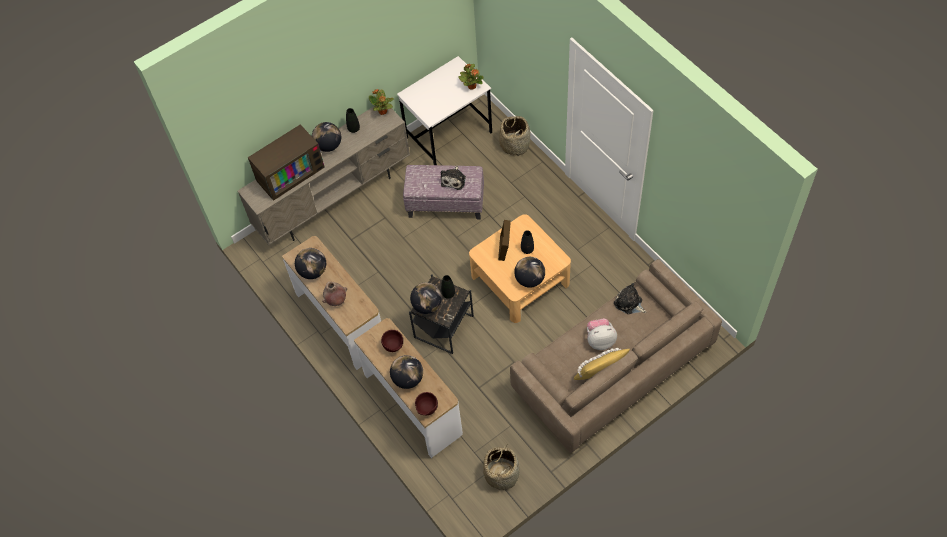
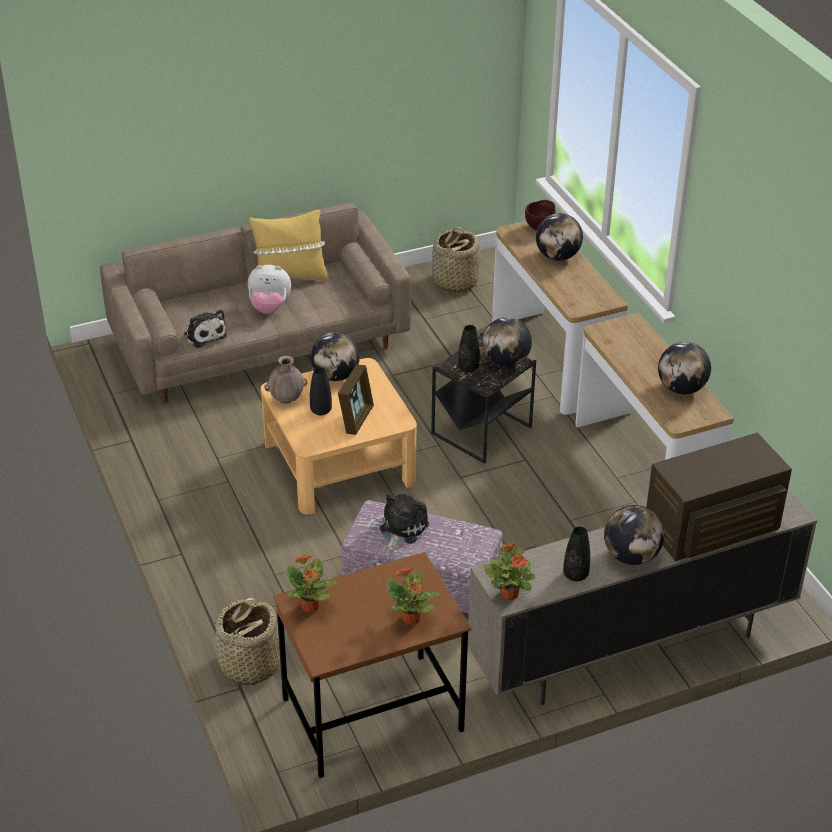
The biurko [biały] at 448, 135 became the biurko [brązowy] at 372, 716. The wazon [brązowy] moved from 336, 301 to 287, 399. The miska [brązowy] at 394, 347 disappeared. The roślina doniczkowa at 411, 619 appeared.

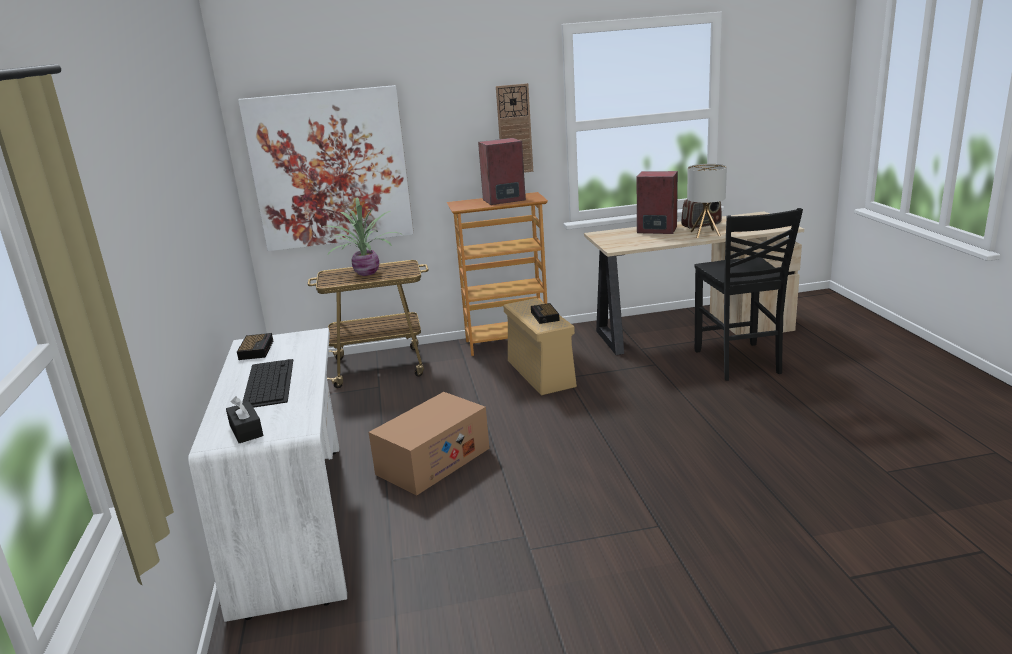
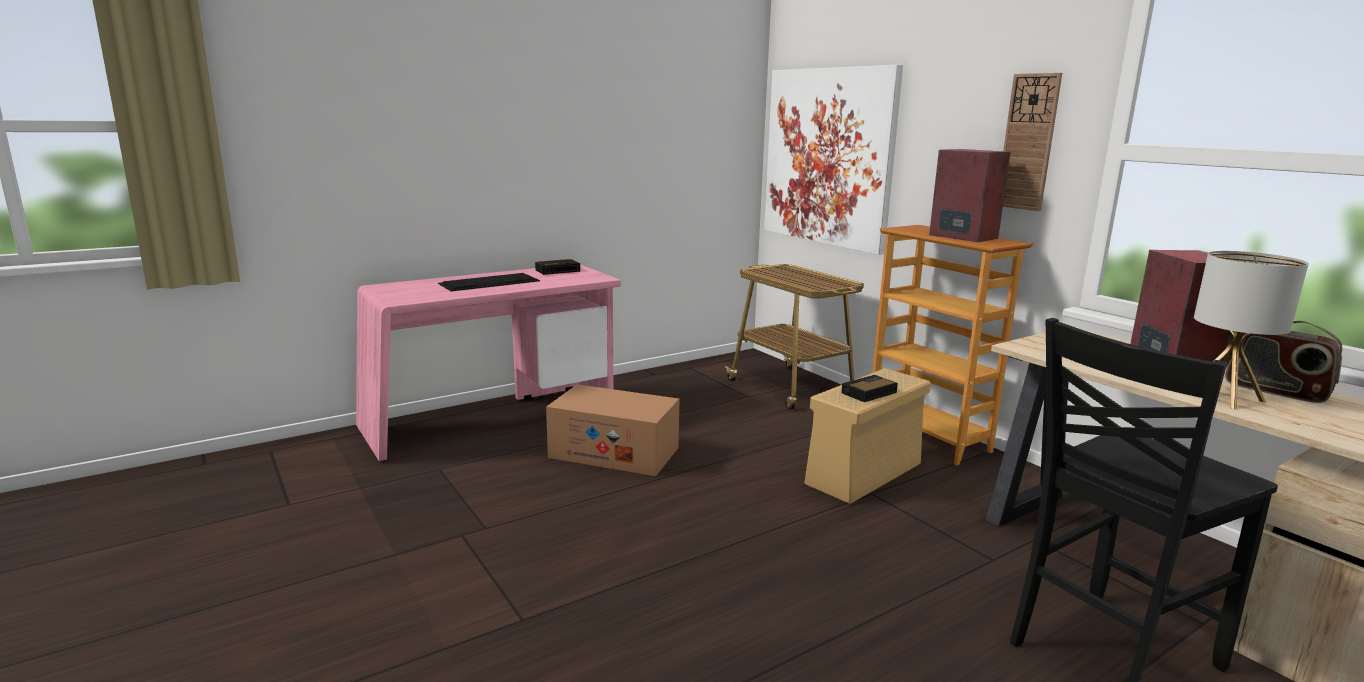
The roślina doniczkowa at 365, 273 disappeared. The biurko [biały] at 297, 521 became the biurko [różowy] at 493, 418. The pudełko chusteczek [czarny] at 246, 430 disappeared.

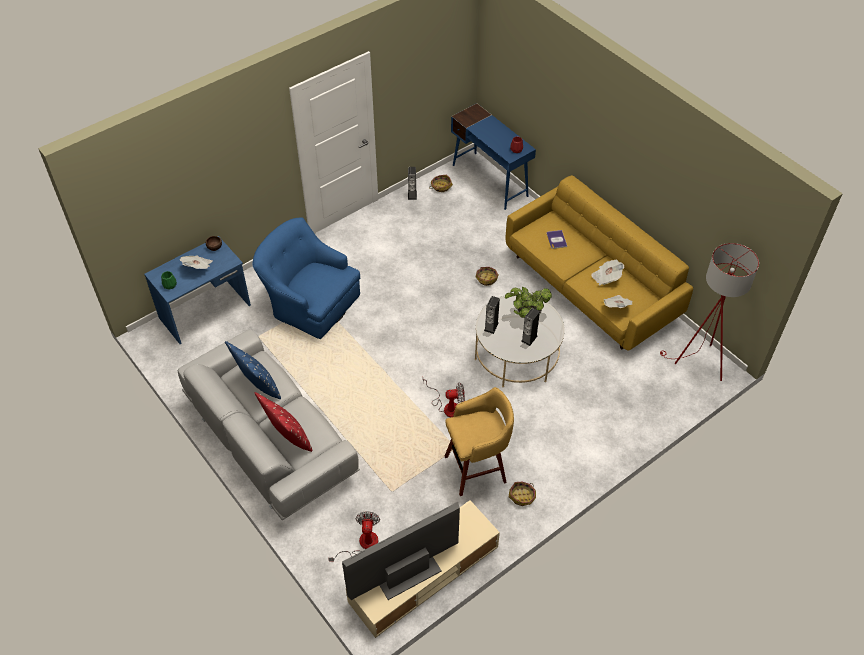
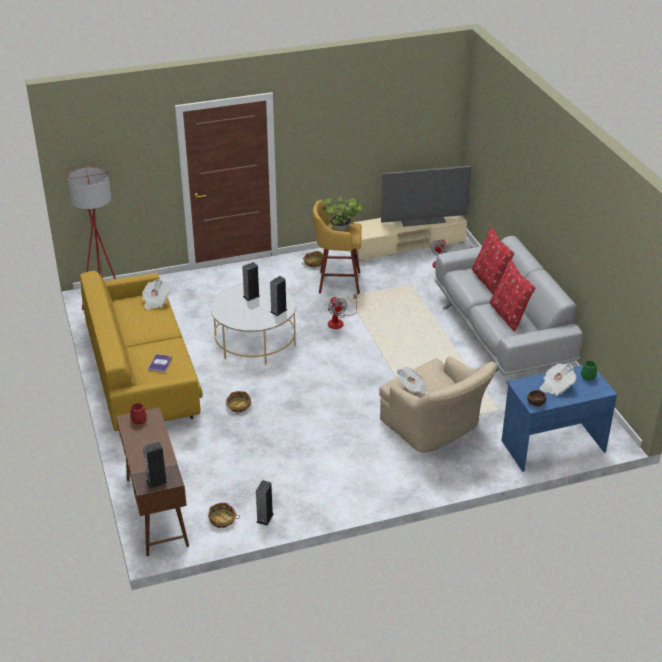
The biurko [niebieski] at 490, 180 became the biurko [brązowy] at 156, 511. The fotel [niebieski] at 310, 303 became the fotel [beżowy] at 435, 428. The gazeta moved from 606, 277 to 412, 388. The roślina doniczkowa moved from 526, 314 to 342, 228. The poduszka [niebieski] at 258, 385 became the poduszka [czerwony] at 508, 315. The wentylator at 447, 406 turned 120 degrees counterclockwise. The głośnik at 157, 481 appeared.

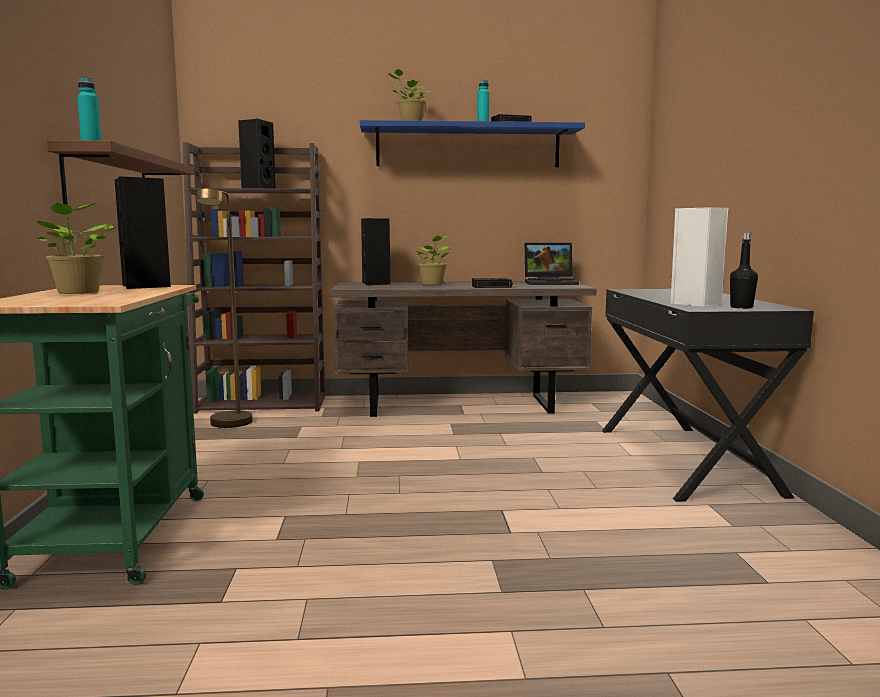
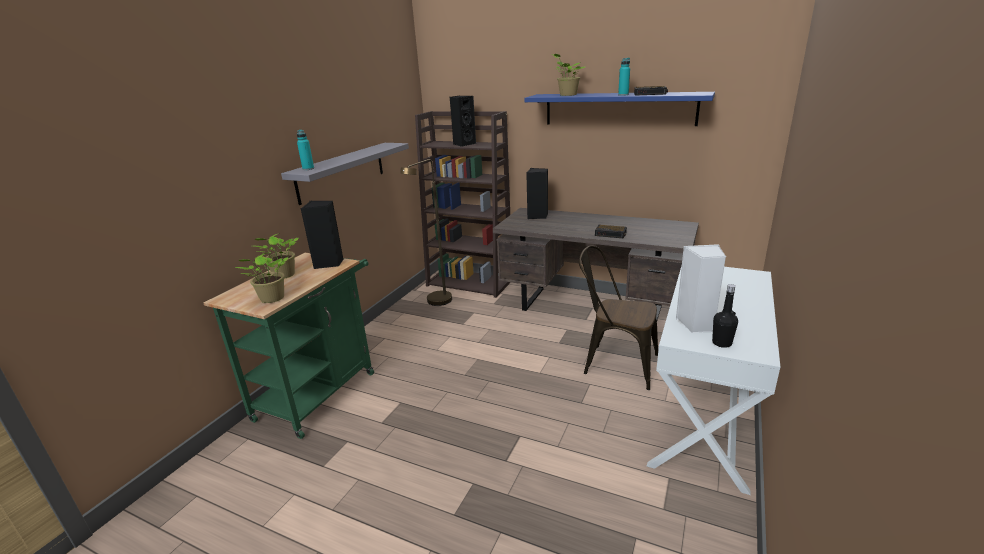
The półka [brązowy] at 108, 182 became the półka [szary] at 341, 172. The roślina doniczkowa moved from 433, 284 to 271, 299. The laptop at 551, 283 disappeared. The biurko [czarny] at 686, 460 became the biurko [biały] at 704, 418. The krzesło [brązowy] at 614, 363 appeared.

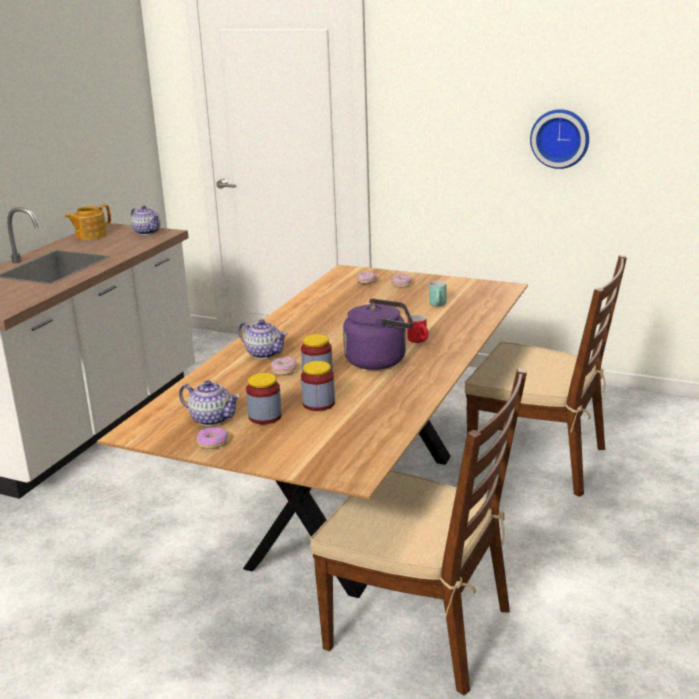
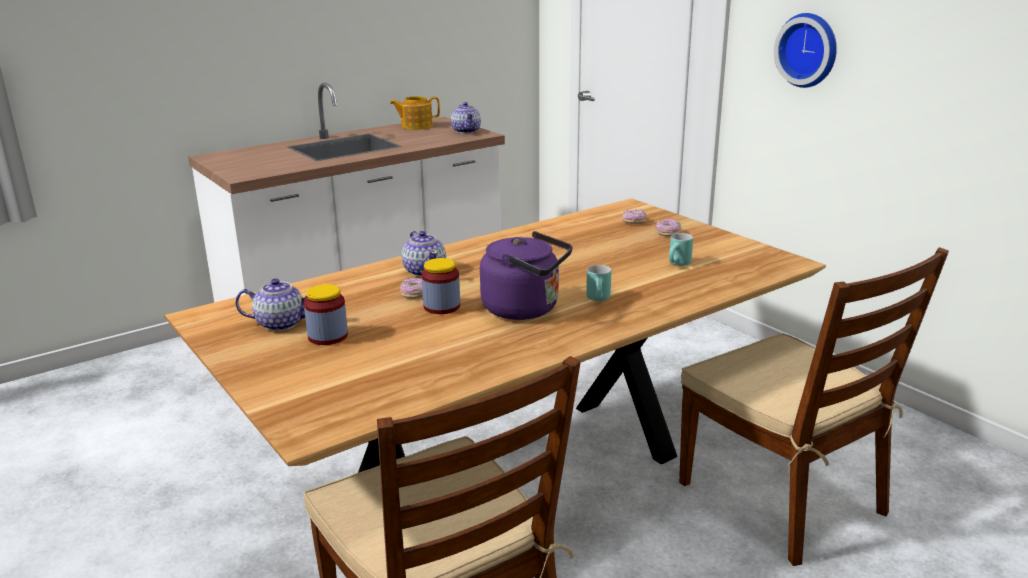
The zegar ścienny moved from 560, 138 to 809, 50. The kubek [czerwony] at 420, 341 became the kubek [turkusowy] at 600, 300. The słoik at 318, 403 disappeared. The imbryk at 211, 419 turned 60 degrees counterclockwise. The donut at 212, 442 disappeared.

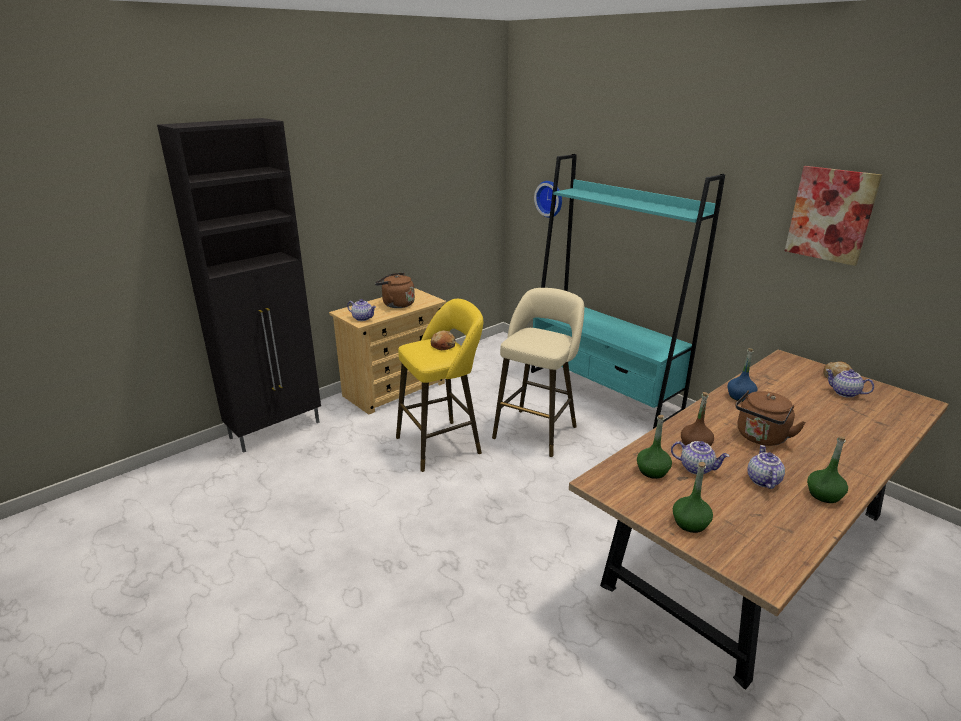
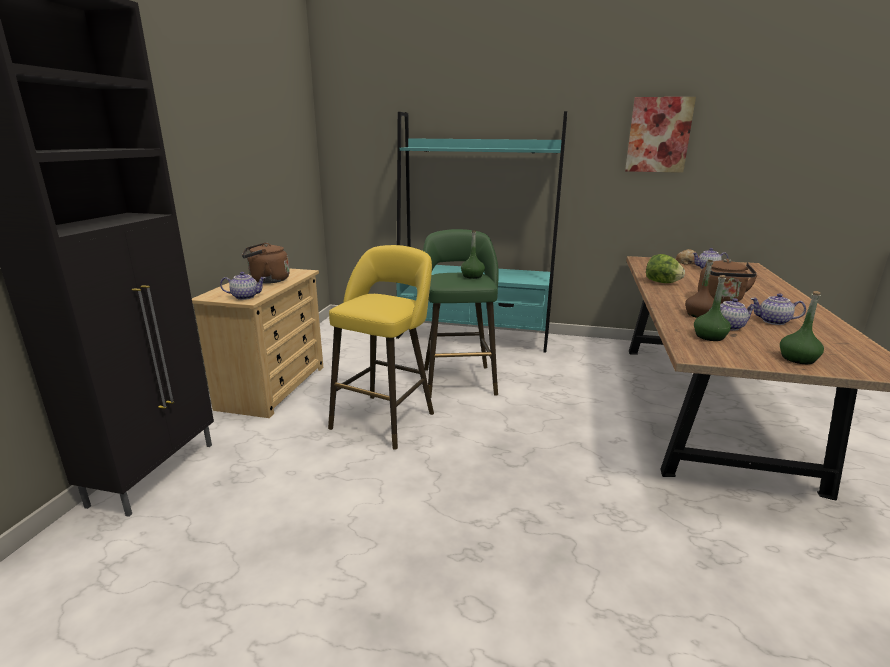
The zegar ścienny at 550, 198 disappeared. The stołek [beżowy] at 537, 430 became the stołek [zielony] at 458, 379. The chleb at 443, 345 disappeared. The butelka [niebieski] at 740, 396 was replaced by the sałata at 662, 282. The butelka [zielony] moved from 824, 494 to 472, 276. The imbryk at 762, 480 turned 45 degrees counterclockwise.

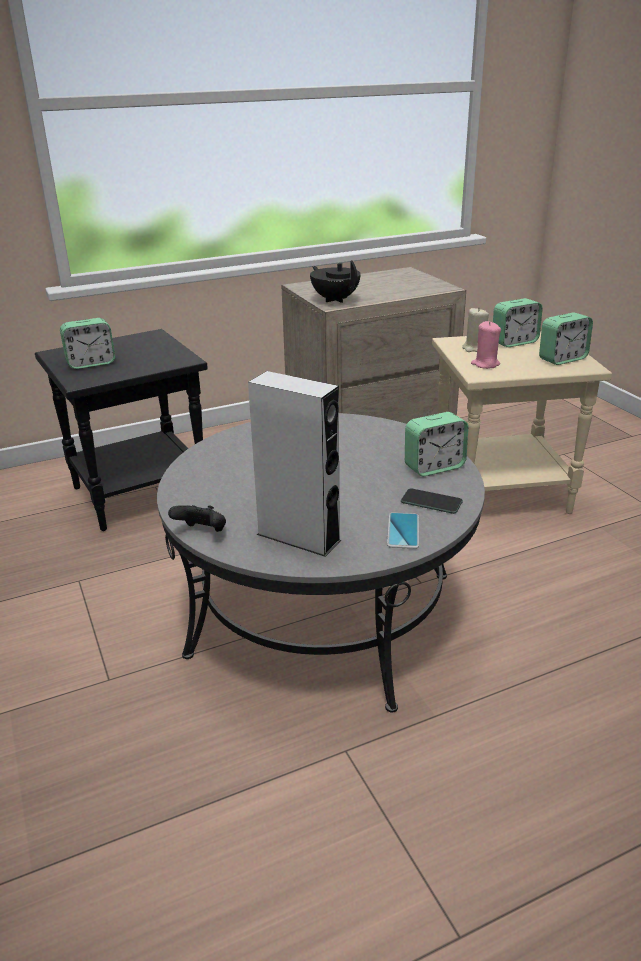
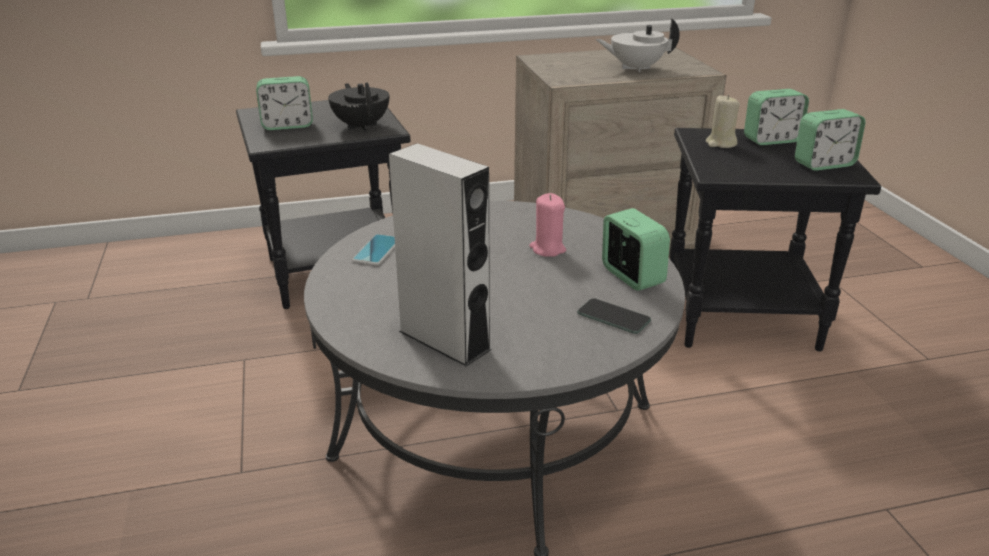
The imbryk [czarny] moved from 335, 299 to 361, 126. The świeca [różowy] moved from 485, 364 to 547, 249. The stolik [beżowy] at 501, 492 became the stolik [czarny] at 742, 315. The budzik at 434, 467 turned 105 degrees counterclockwise. The pad do gier [czarny] at 202, 532 disappeared. The telefon moved from 403, 531 to 377, 250. The imbryk [biały] at 635, 68 appeared.

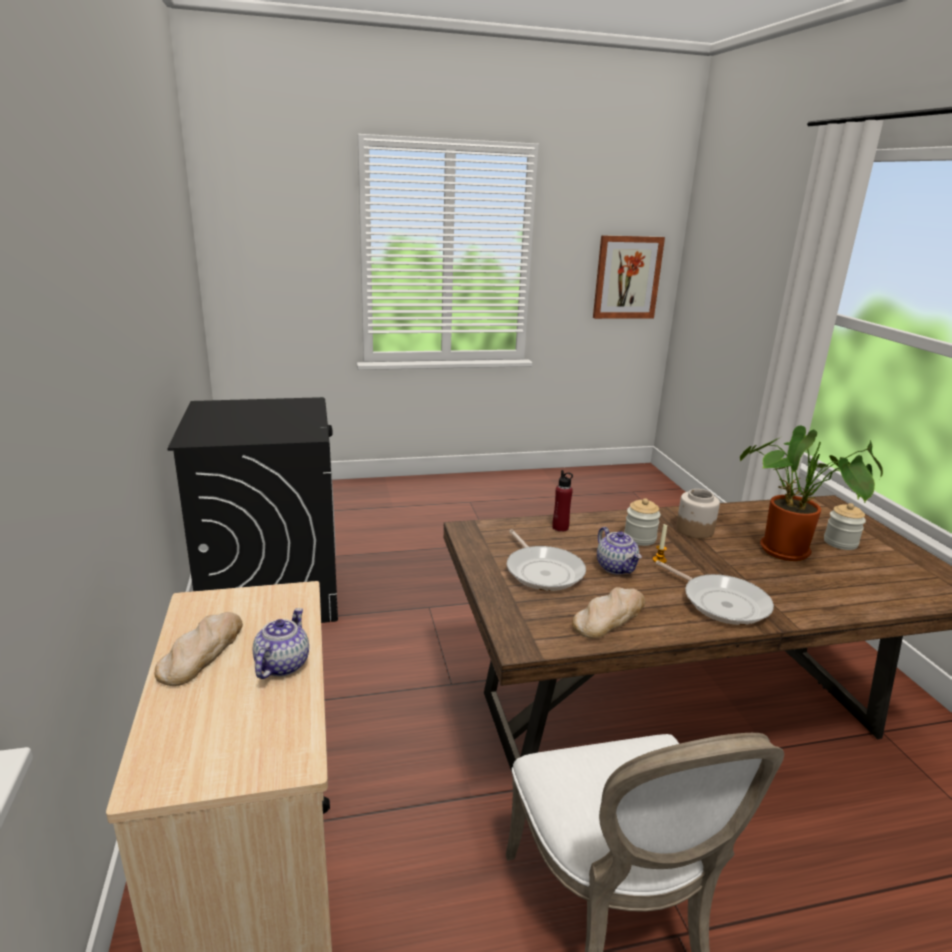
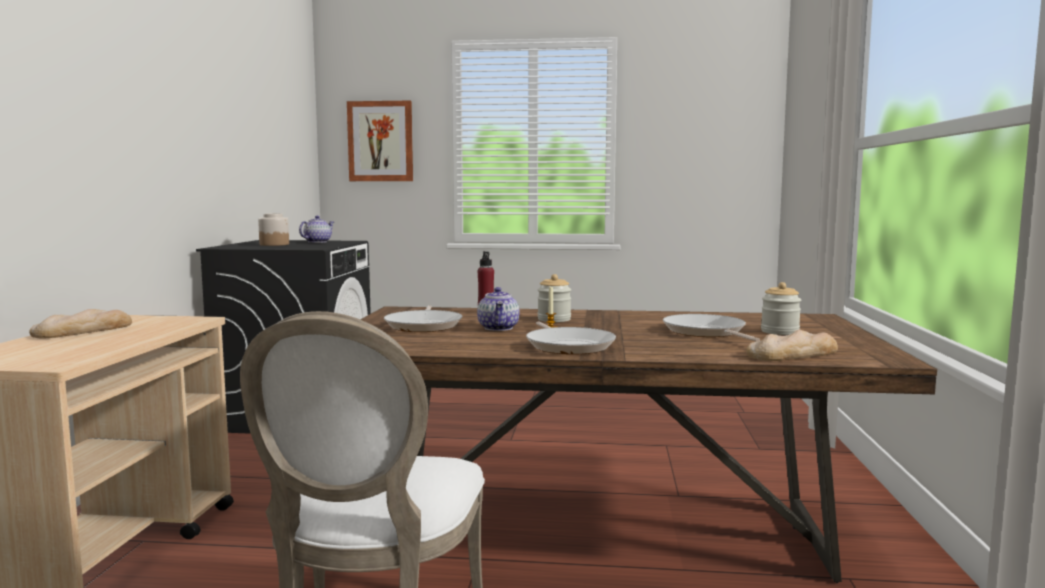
The obraz moved from 627, 277 to 380, 141. The roślina doniczkowa at 790, 552 was replaced by the patelnia at 706, 332. The słoik moved from 694, 530 to 274, 244. The chleb moved from 609, 616 to 792, 354. The imbryk moved from 282, 664 to 317, 242.

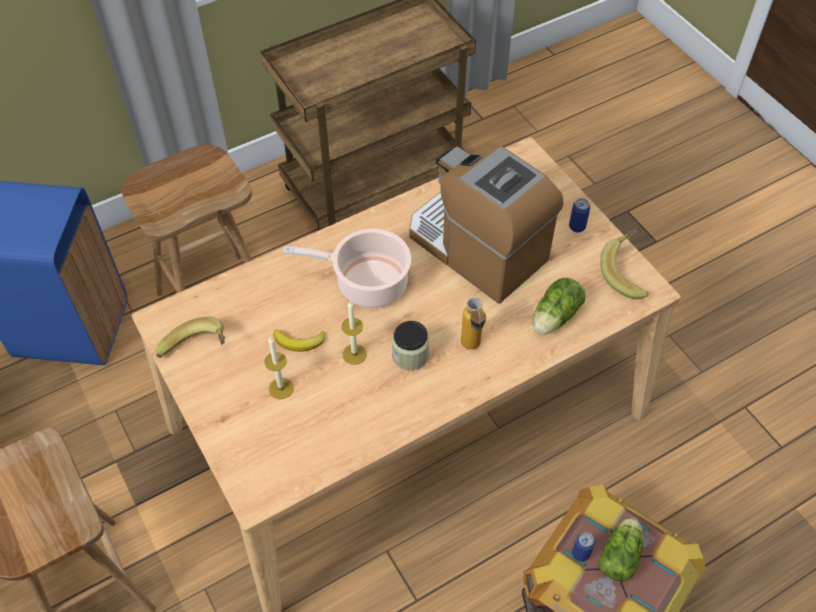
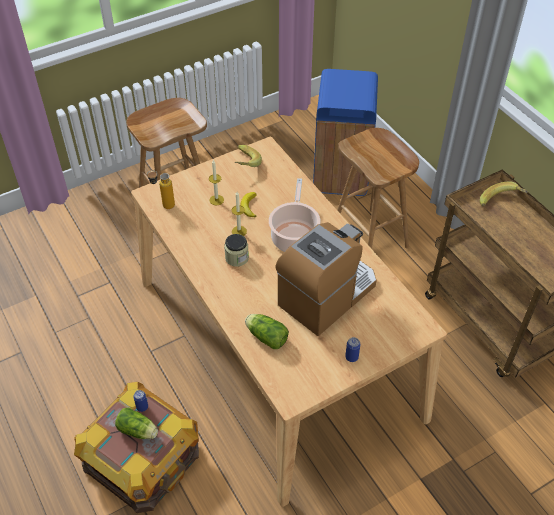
The banan moved from 628, 273 to 501, 203. The butelka moved from 472, 349 to 163, 206.

